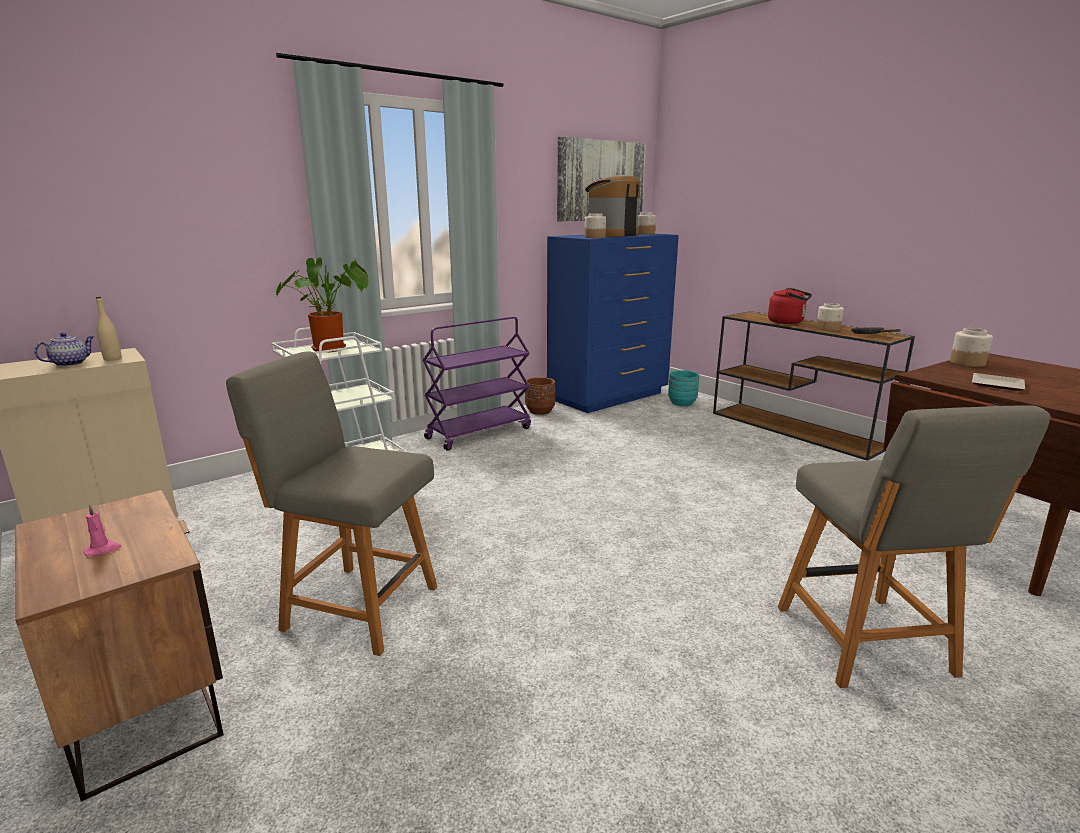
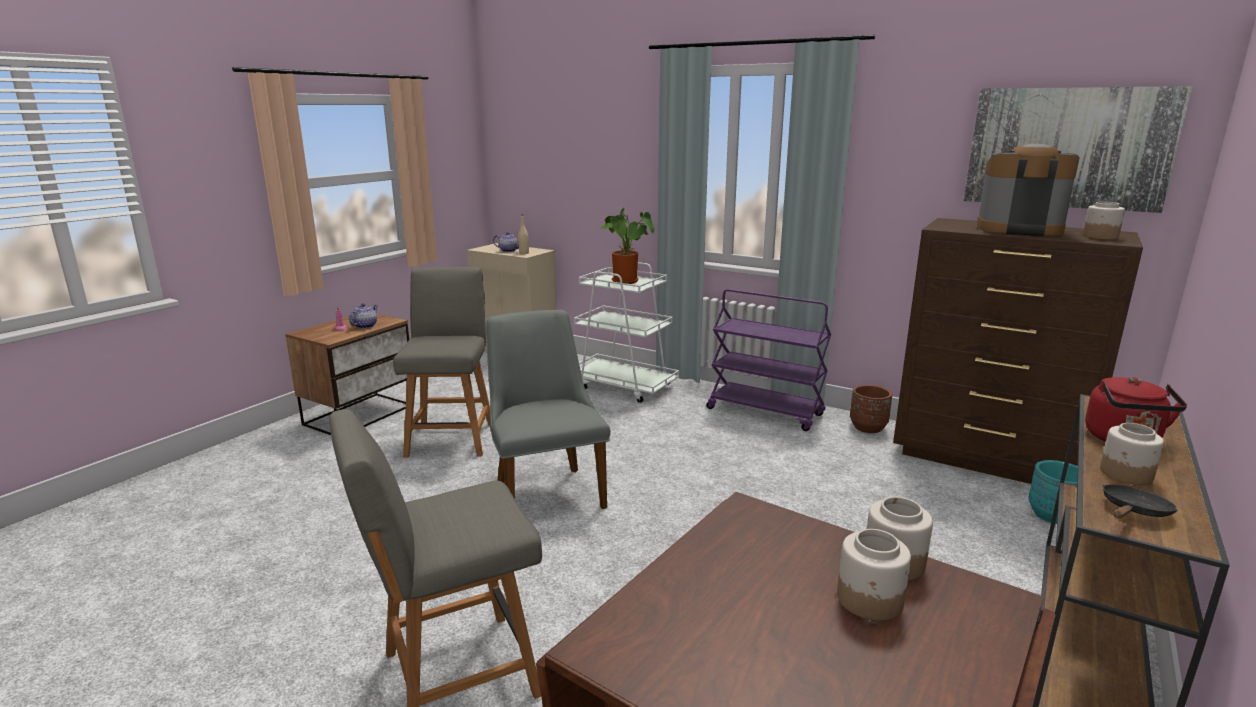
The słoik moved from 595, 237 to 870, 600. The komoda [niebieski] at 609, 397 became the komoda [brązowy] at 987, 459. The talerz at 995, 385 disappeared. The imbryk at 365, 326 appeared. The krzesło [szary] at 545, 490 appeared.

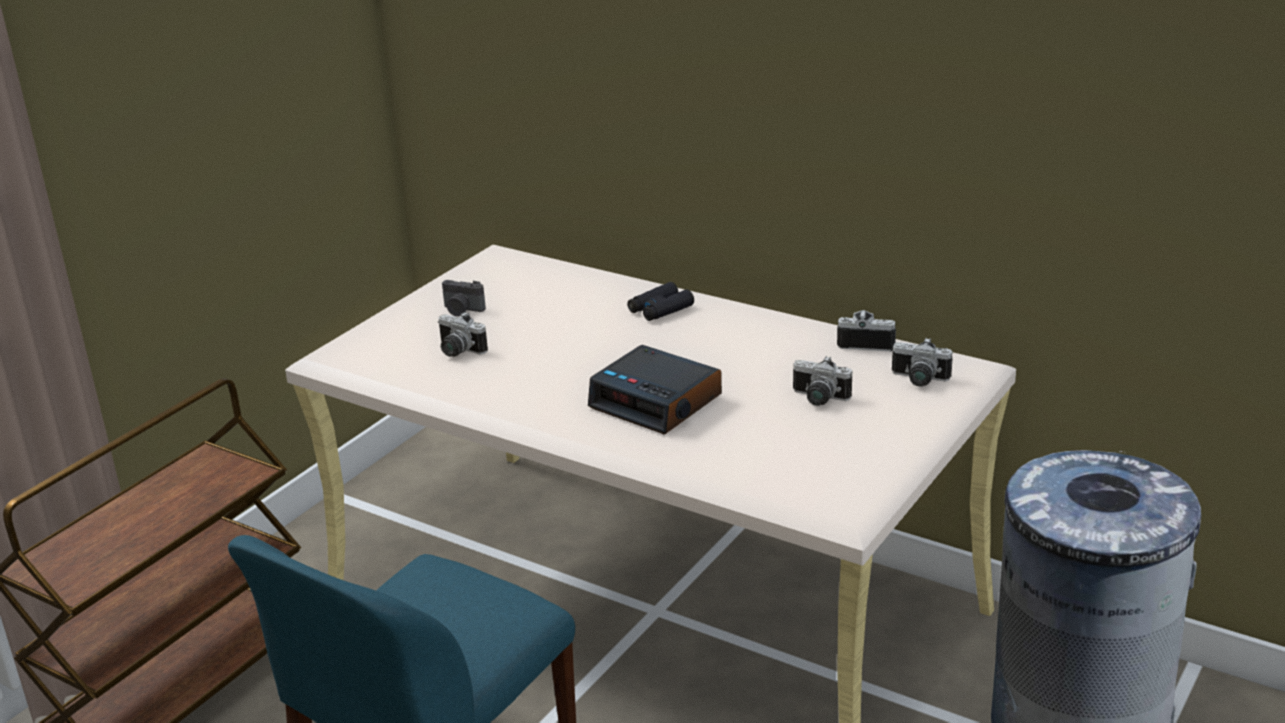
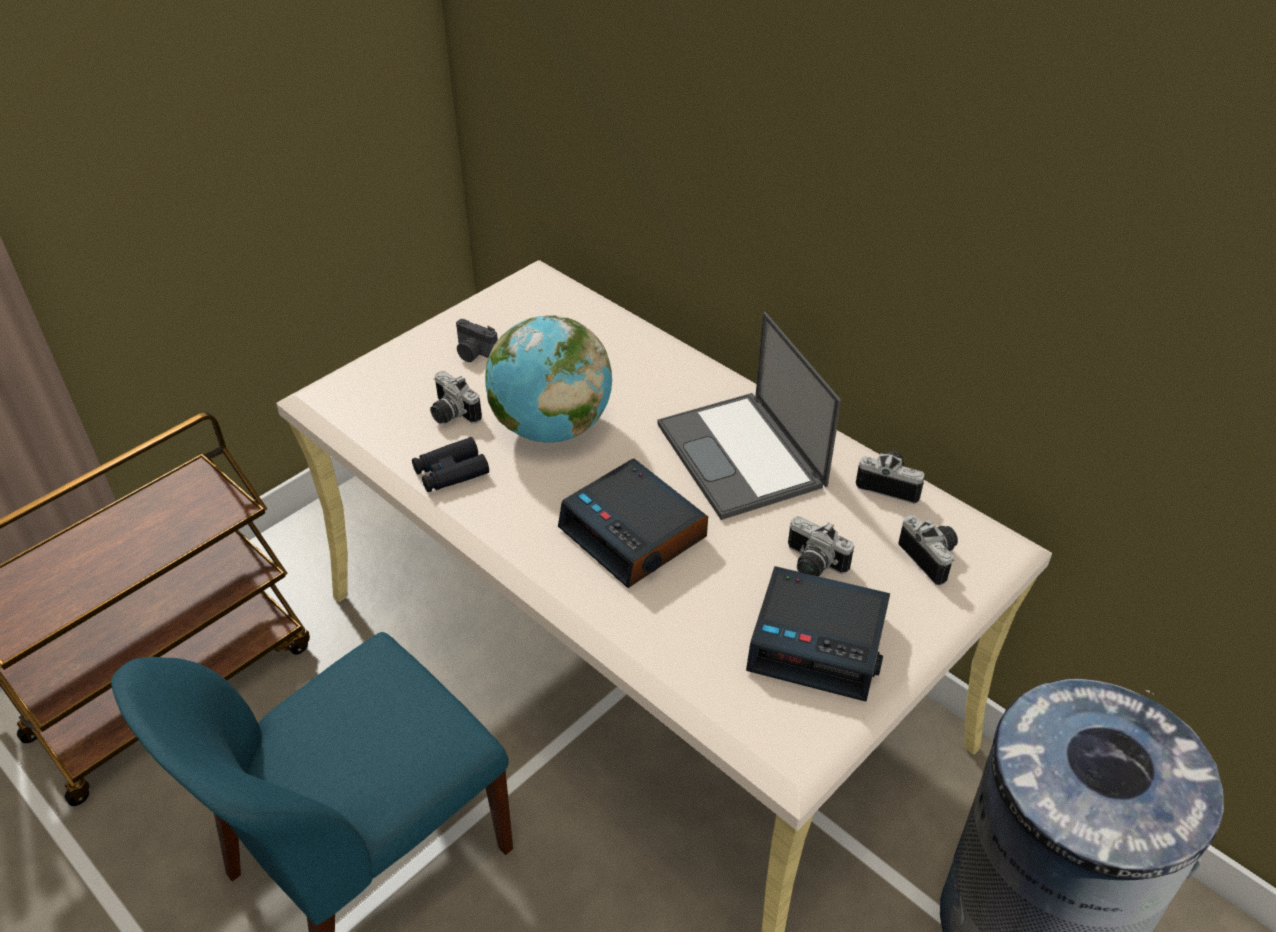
The lornetka [czarny] moved from 660, 309 to 451, 472. The aparat fotograficzny at 918, 380 turned 150 degrees counterclockwise. The laptop at 742, 456 appeared. The globus at 551, 427 appeared. The budzik at 819, 642 appeared.

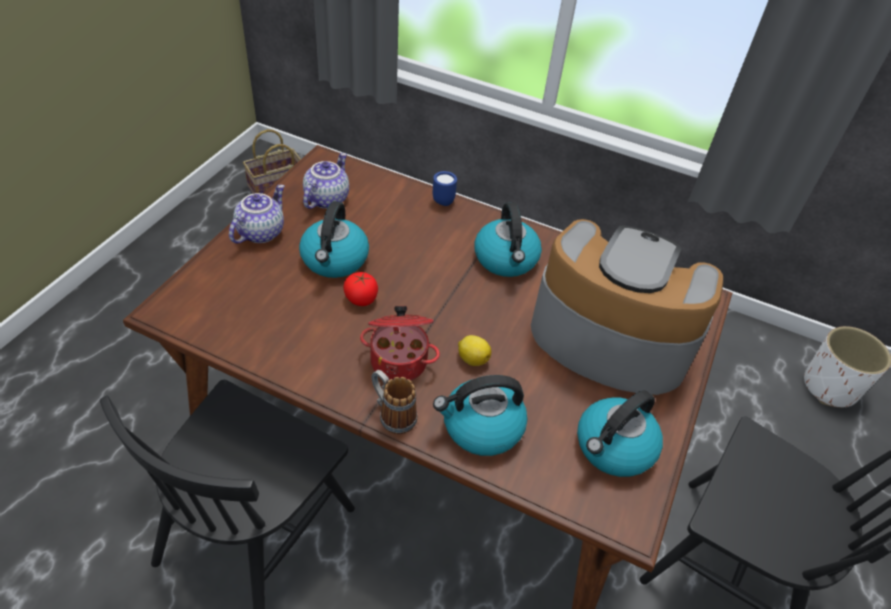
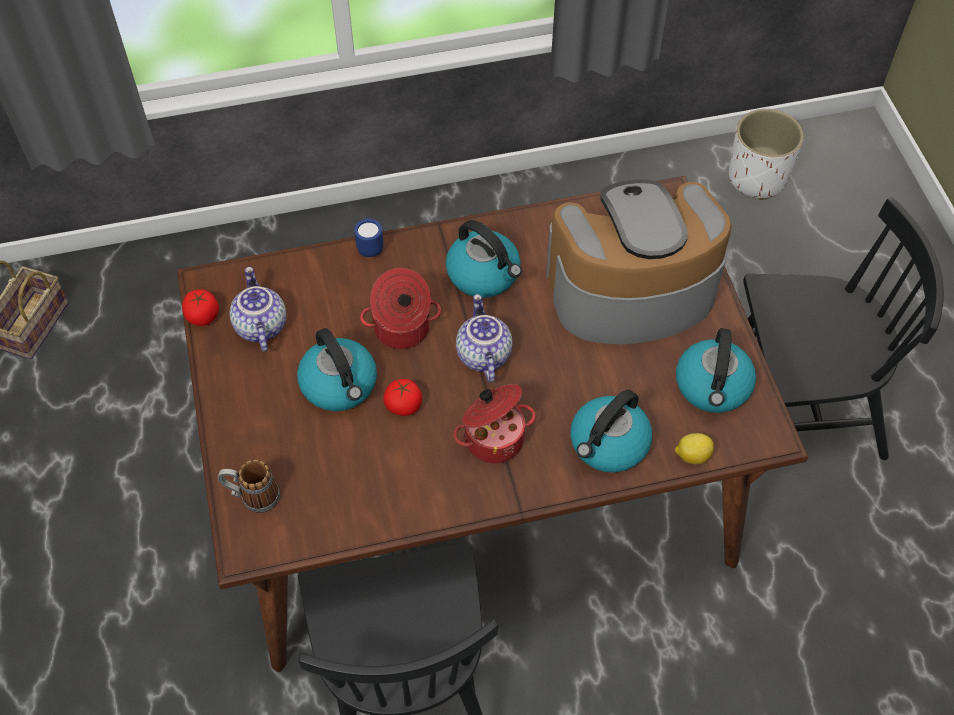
The imbryk moved from 260, 232 to 482, 355. The cytryna moved from 472, 359 to 692, 455. The kubek moved from 392, 414 to 252, 496. The garnek at 402, 329 appeared. The pomidor at 203, 316 appeared.

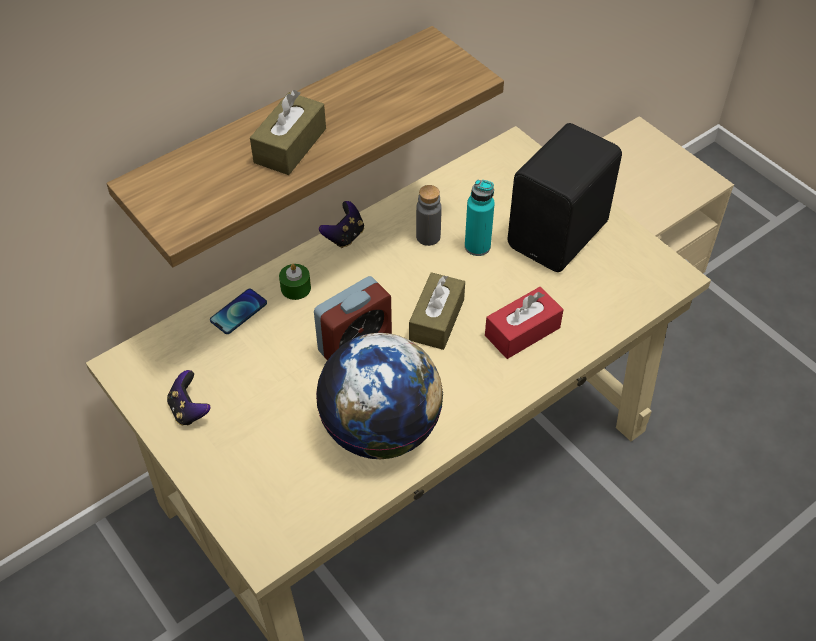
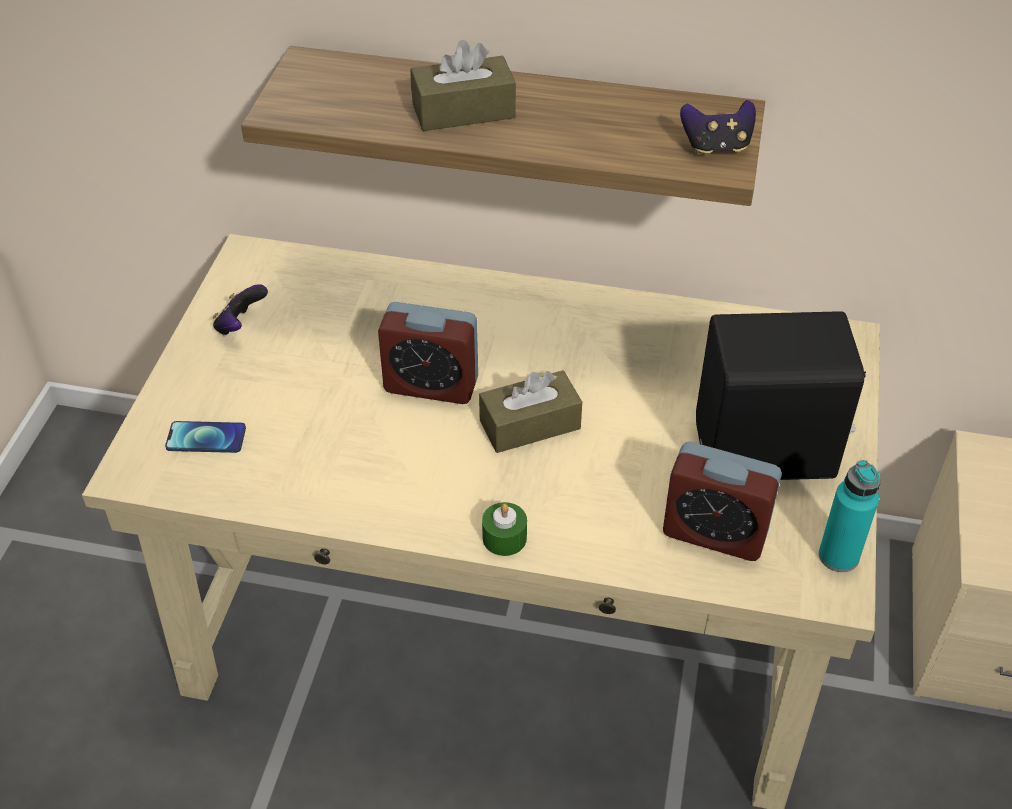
The butelka [turkusowy] moved from 477, 246 to 838, 556. The butelka [szary] at 428, 237 disappeared. The pad do gier moved from 344, 236 to 716, 147. The świeca [zielony] moved from 295, 288 to 504, 538. The pudełko chusteczek [czerwony] at 522, 331 disappeared. The telefon moved from 238, 312 to 206, 438. The globus at 381, 430 disappeared. The budzik at 715, 533 appeared.

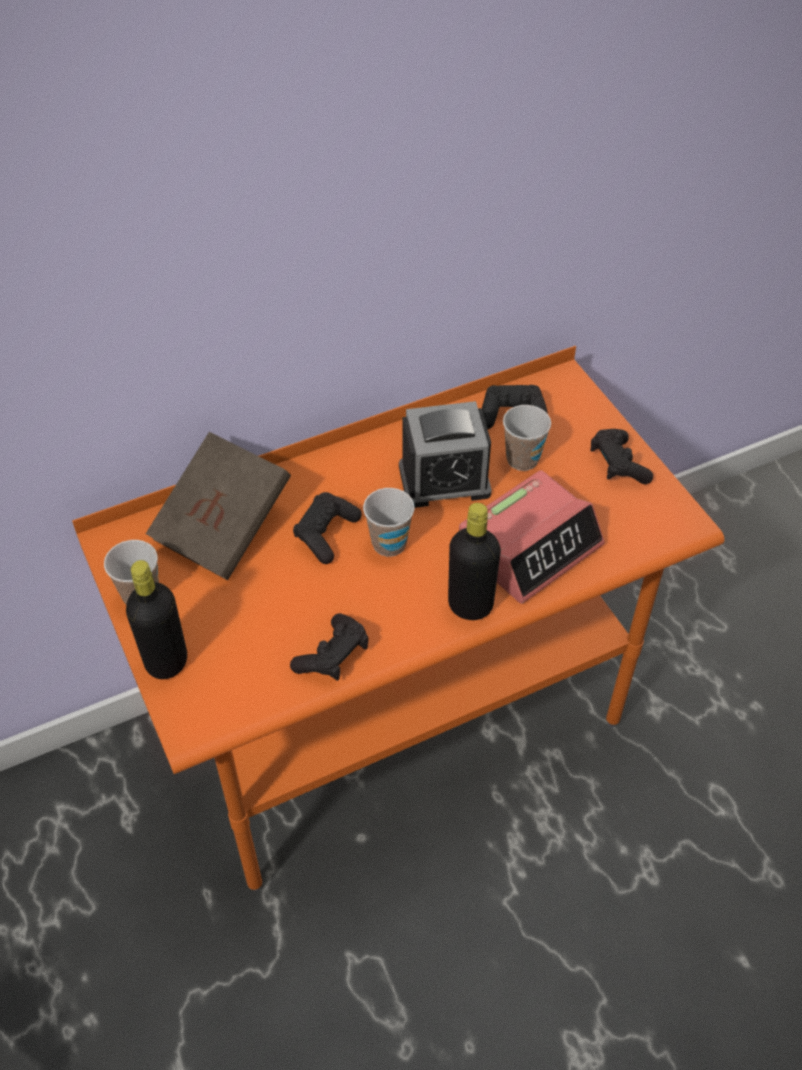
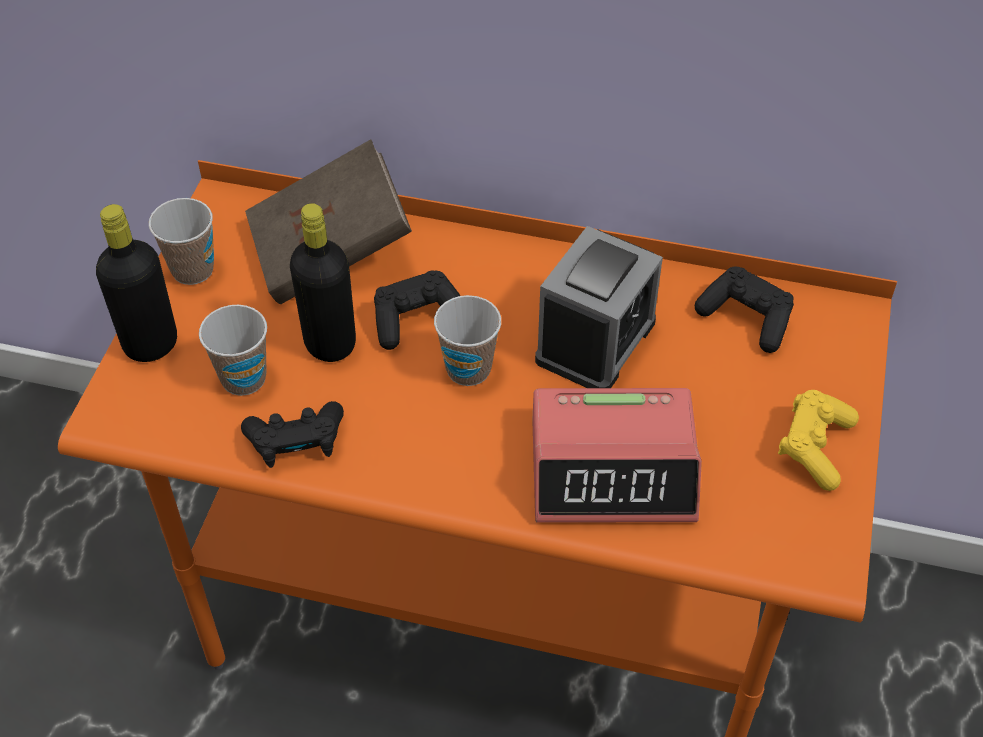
The budzik at 444, 480 turned 90 degrees counterclockwise. The filiżanka moved from 522, 459 to 243, 379. The pad do gier [czarny] at 618, 465 became the pad do gier [żółty] at 814, 447. The butelka [czarny] moved from 470, 605 to 330, 343.

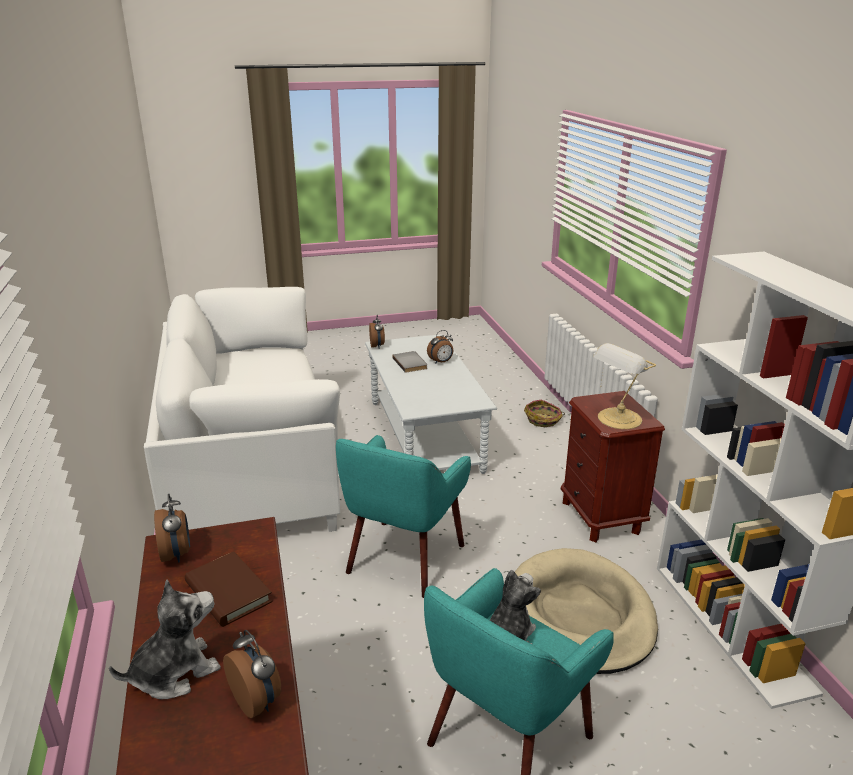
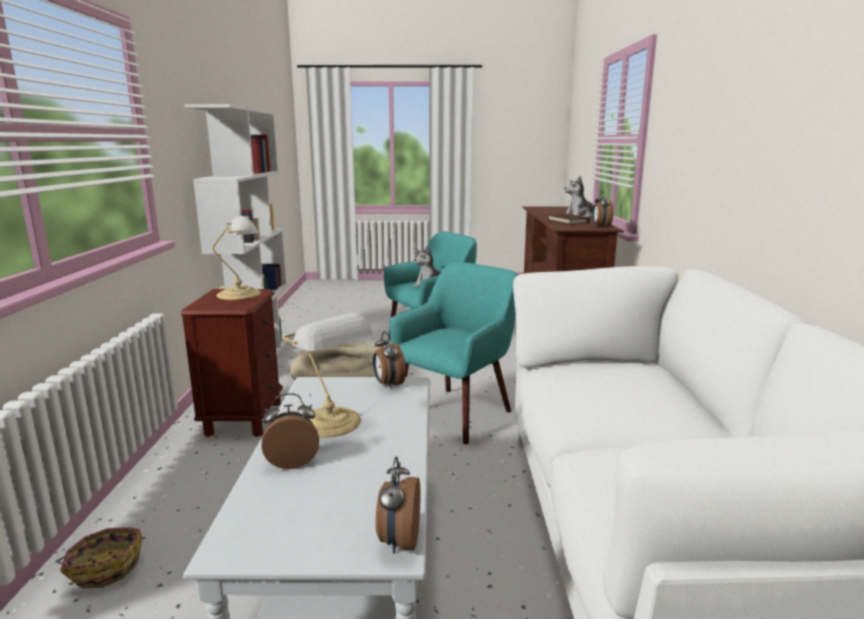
The książka [szary] at 411, 363 disappeared. The budzik moved from 257, 701 to 388, 384. The lampa stołowa at 332, 423 appeared.

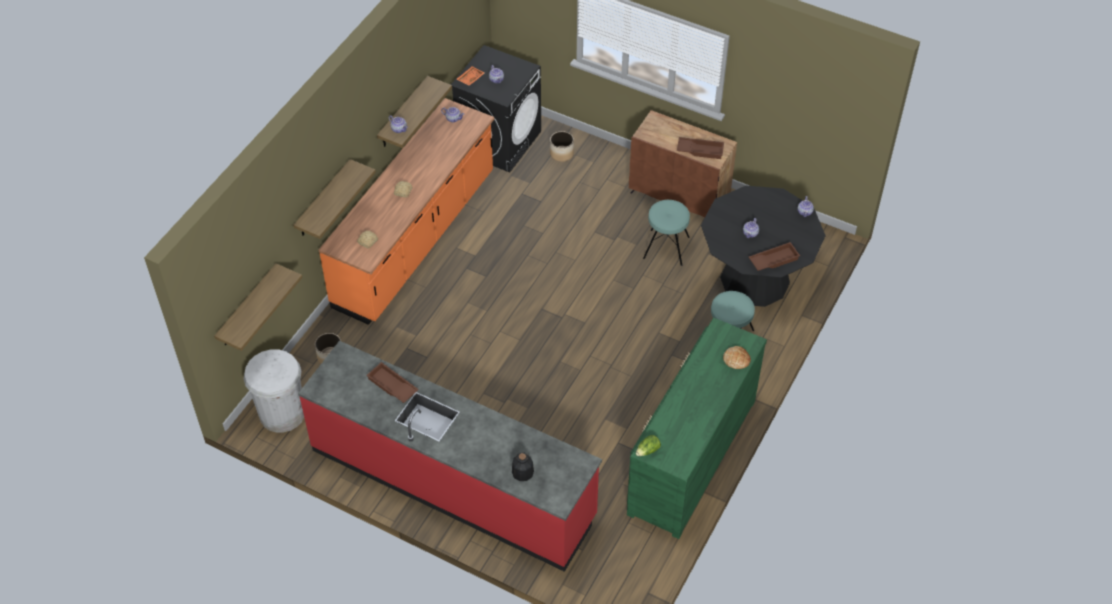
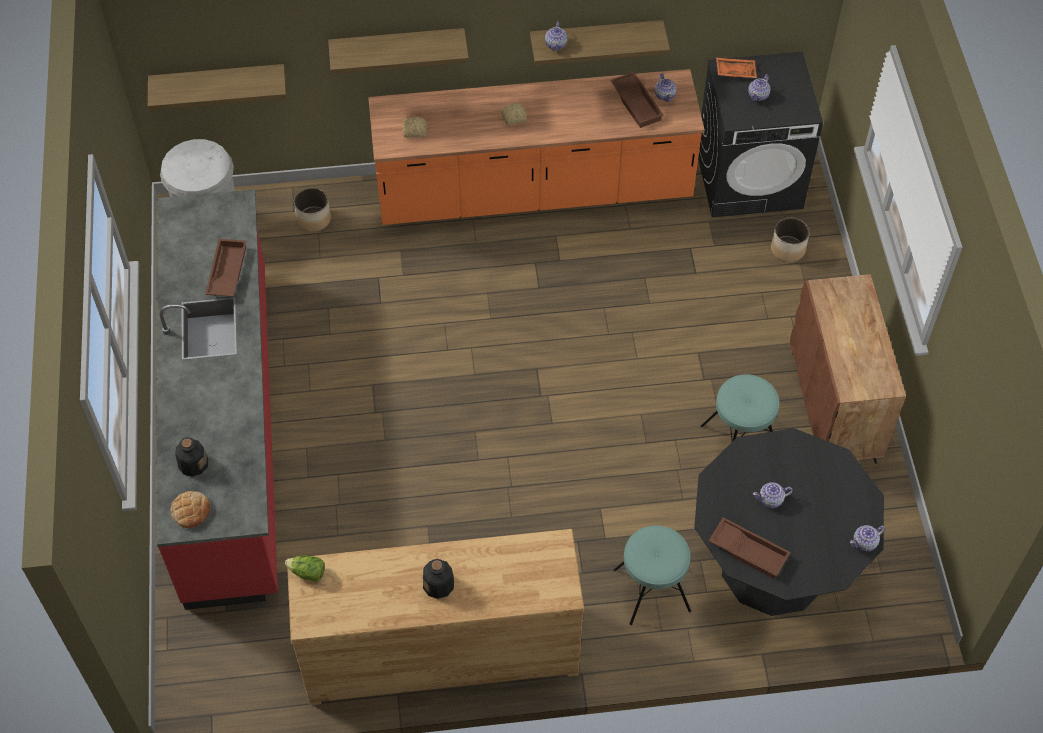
The taca [brązowy] moved from 700, 150 to 637, 103. The komoda [zielony] at 691, 456 became the komoda [brązowy] at 440, 650. The chleb moved from 736, 359 to 191, 511. The butelka at 439, 584 appeared.

